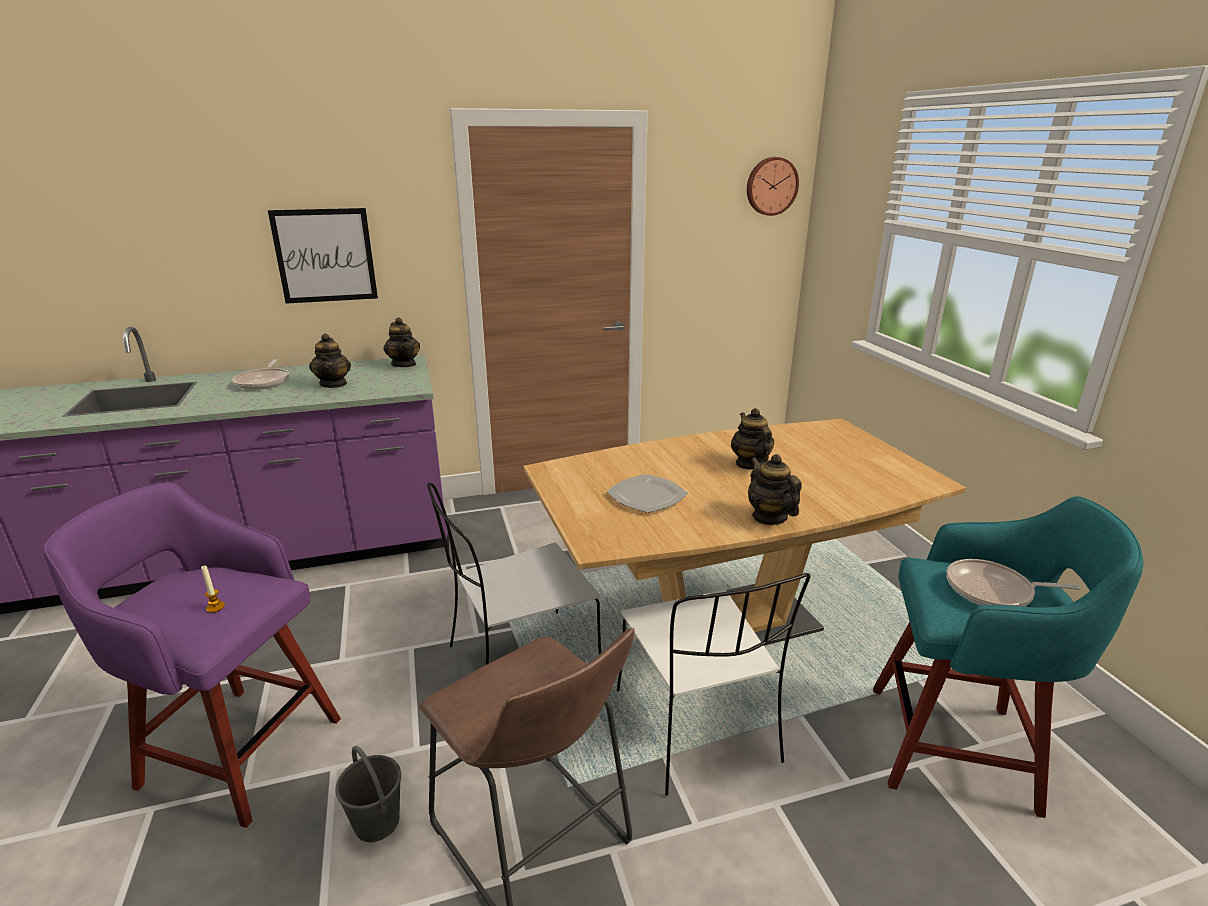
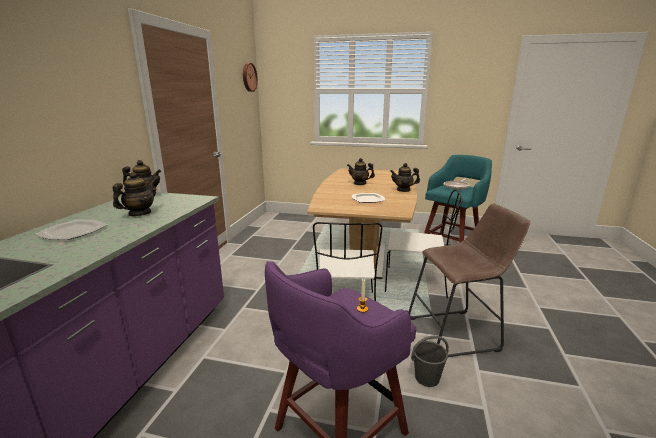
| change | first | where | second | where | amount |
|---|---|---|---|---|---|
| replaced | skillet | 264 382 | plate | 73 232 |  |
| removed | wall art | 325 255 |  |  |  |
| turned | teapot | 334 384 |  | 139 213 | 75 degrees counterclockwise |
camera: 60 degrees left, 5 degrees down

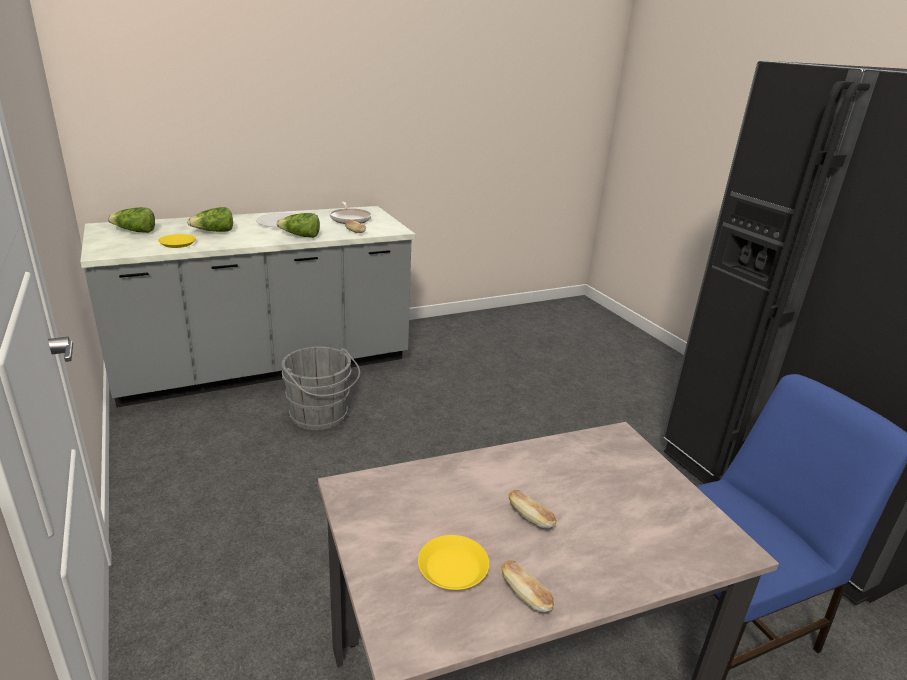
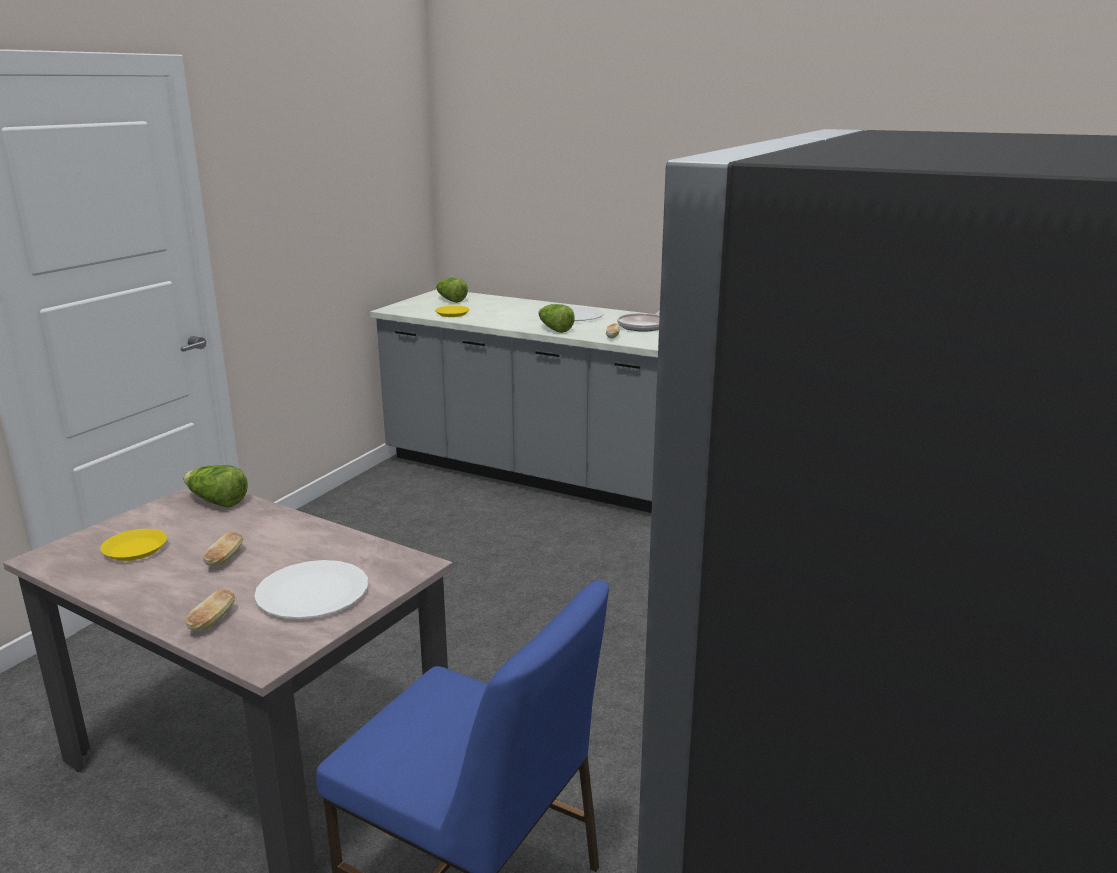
| change | first | where | second | where | amount |
|---|---|---|---|---|---|
| moved | lettuce | 214 232 |  | 217 502 |  |
| removed | greyish bucket | 321 416 |  |  |  |
| moved | bread | 525 595 |  | 212 621 |  |
| added |  |  | white-coloured plate | 312 592 |  |
camera: 55 degrees right, 5 degrees down

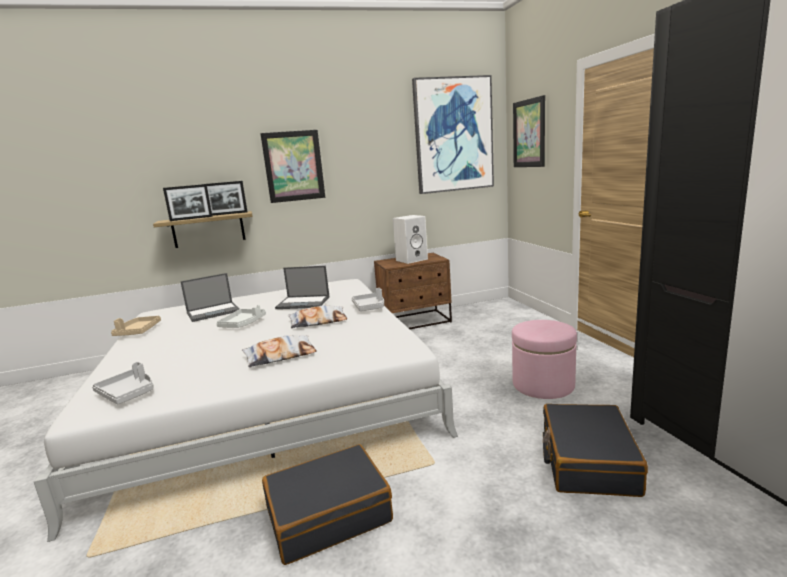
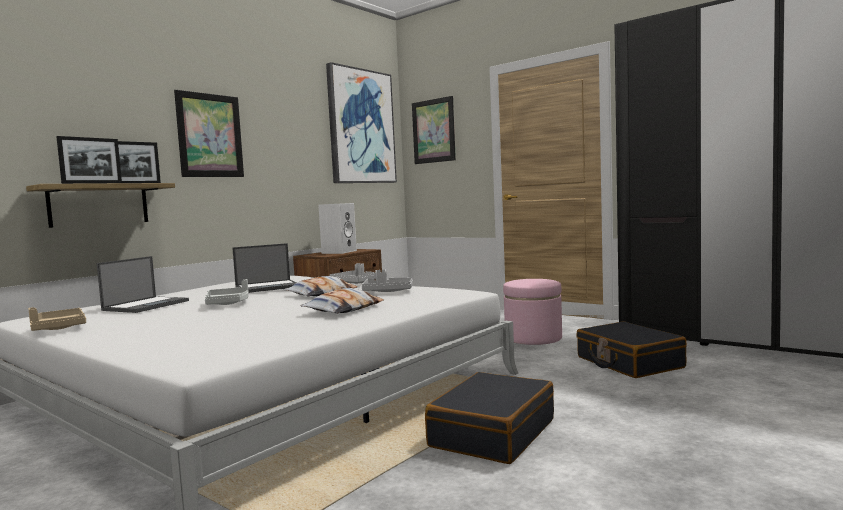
| change | first | where | second | where | amount |
|---|---|---|---|---|---|
| moved | greyish tray | 128 393 |  | 388 291 |  |
camera: 35 degrees left, 10 degrees down

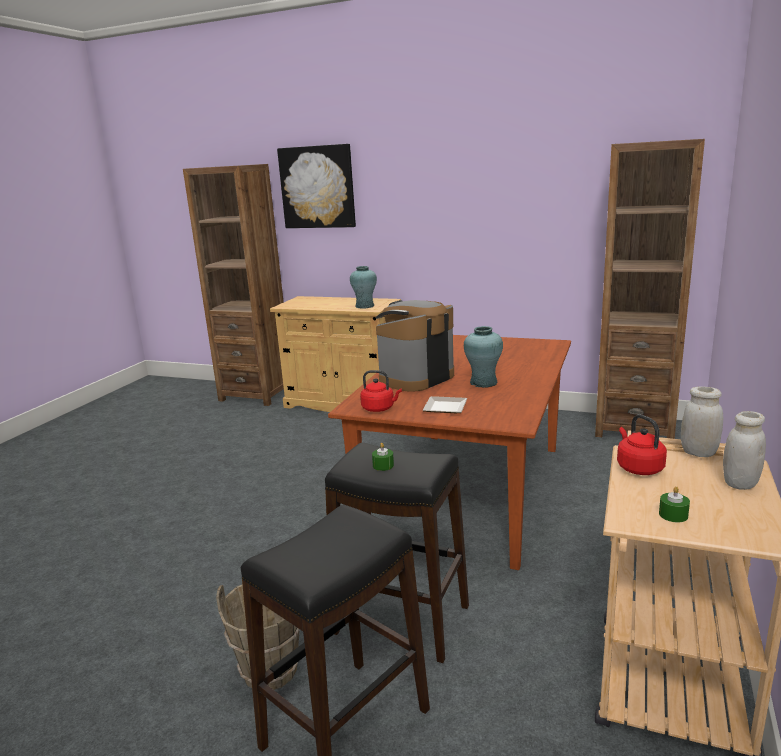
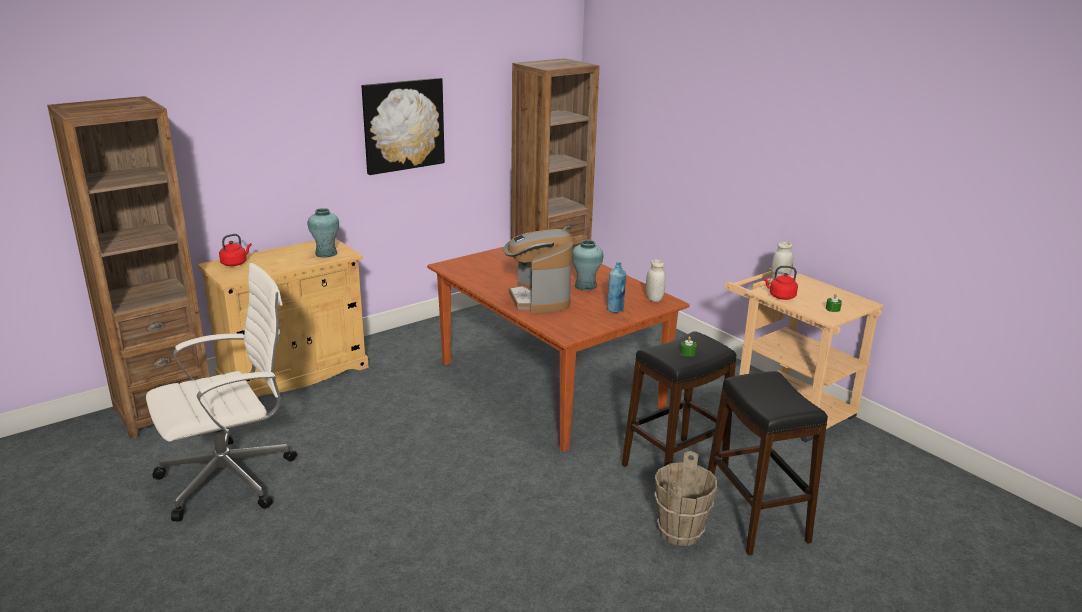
| change | first | where | second | where | amount |
|---|---|---|---|---|---|
| moved | wall art | 317 187 |  | 403 125 |  |
| moved | red-coloured tea kettle | 380 408 |  | 235 263 |  |
| replaced | plate | 446 408 | blue bottle | 615 310 |  |
| moved | white-coloured jar | 740 483 |  | 654 299 |  |
| added |  |  | white-coloured desk chair | 231 478 |  |
camera: 60 degrees left, 5 degrees up

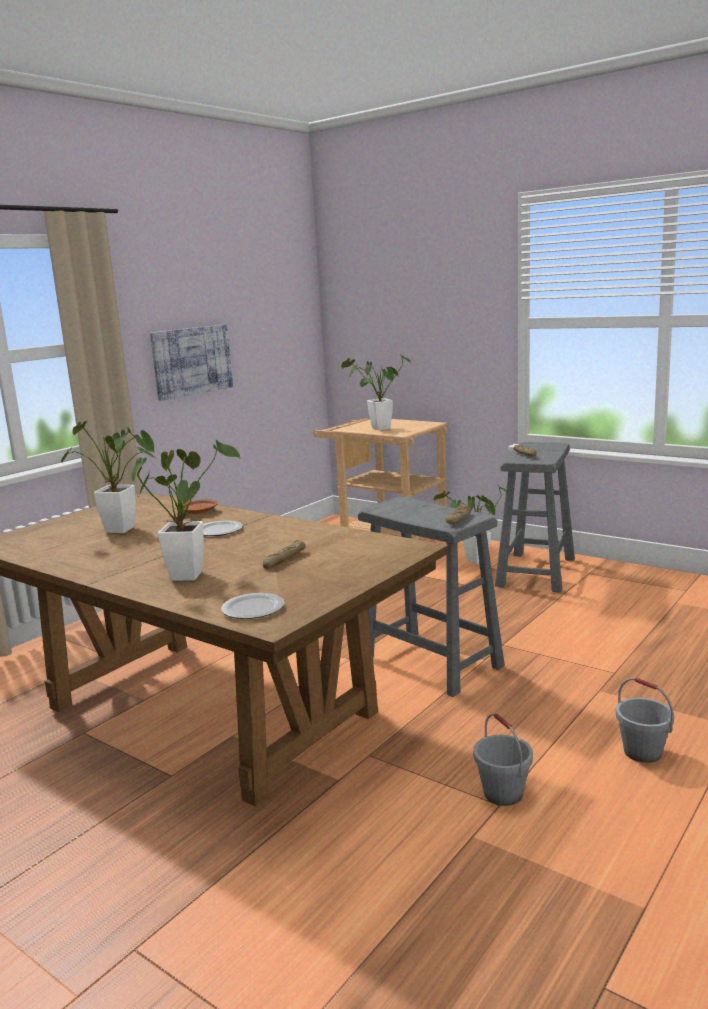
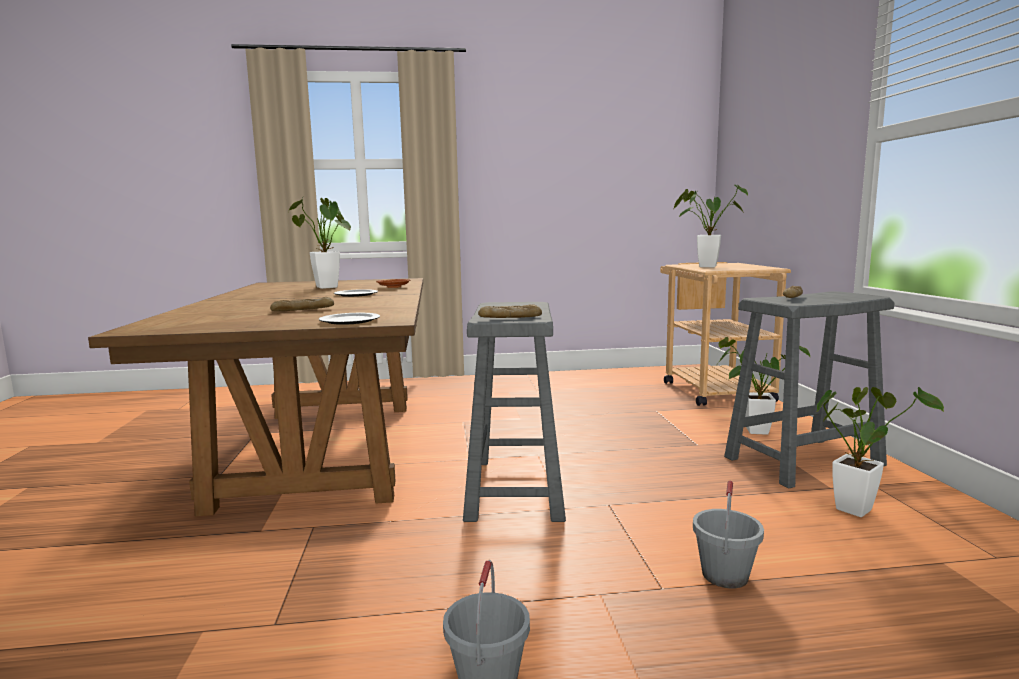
| change | first | where | second | where | amount |
|---|---|---|---|---|---|
| moved | potted plant | 189 573 |  | 857 508 |  |
| removed | wall art | 192 361 |  |  |  |
| moved | plate | 252 609 |  | 349 321 |  |
| moved | greyish bucket | 503 793 |  | 725 576 |  |
camera: 45 degrees right, 5 degrees down

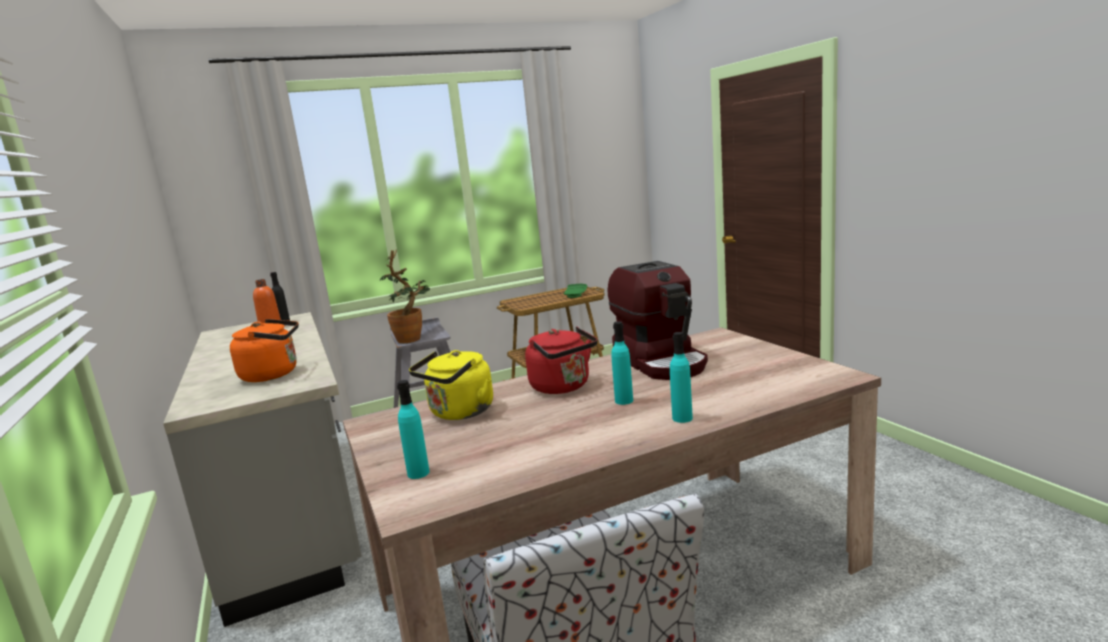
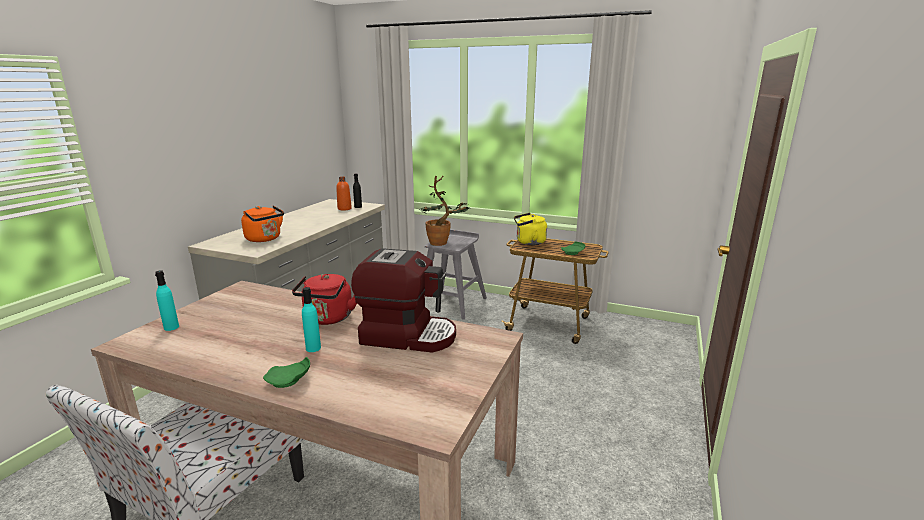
| change | first | where | second | where | amount |
|---|---|---|---|---|---|
| moved | yellow tea kettle | 459 413 |  | 529 242 |  |
| turned | coffee maker | 661 361 |  | 408 335 | 105 degrees counterclockwise |
| replaced | blue-green bottle | 682 418 | green-coloured plate | 289 381 |  |
camera: 45 degrees right, 5 degrees up

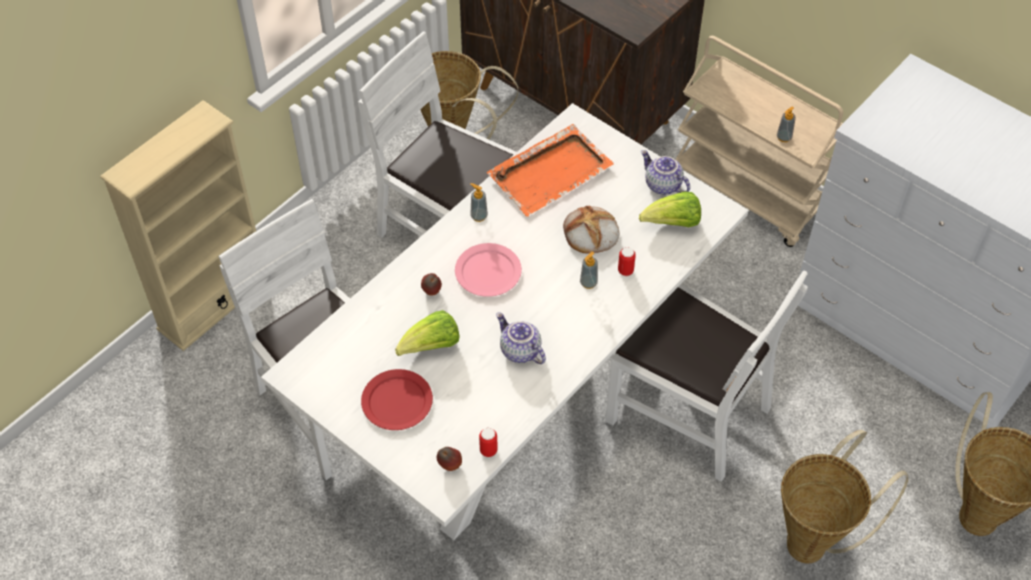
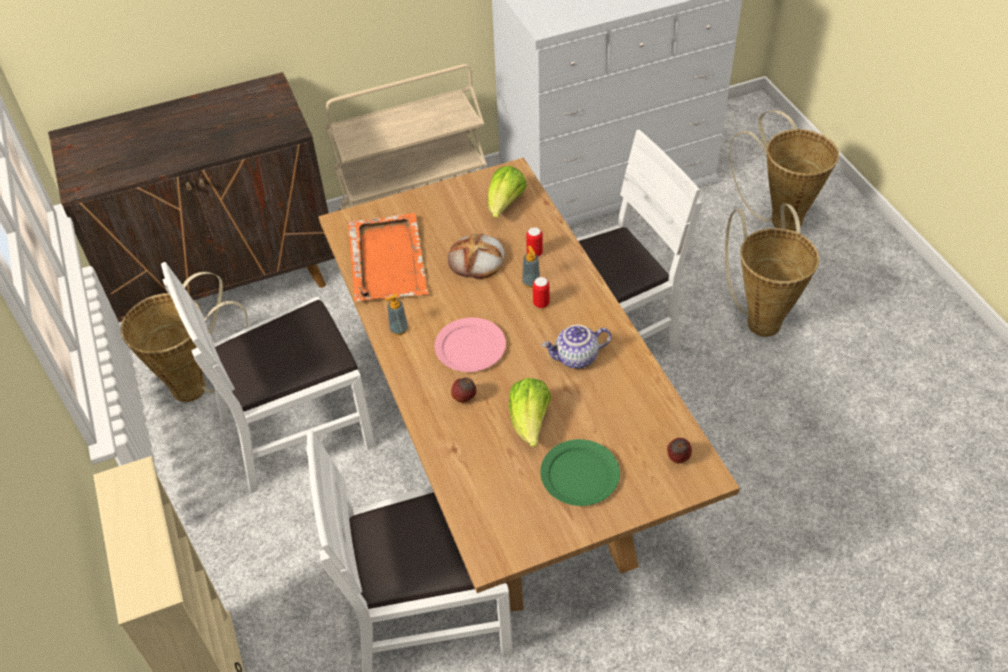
| change | first | where | second | where | amount |
|---|---|---|---|---|---|
| recoloured | white-coloured dining table | 517 395 | brown dining table | 512 454 |  |
| recoloured | red-coloured plate | 397 402 | green-coloured plate | 580 475 |  |
| moved | can | 488 450 |  | 541 303 |  |
| removed | teapot | 662 185 |  |  |  |
| removed | liquid soap bottle | 784 137 |  |  |  |
camera: 60 degrees left, 5 degrees down

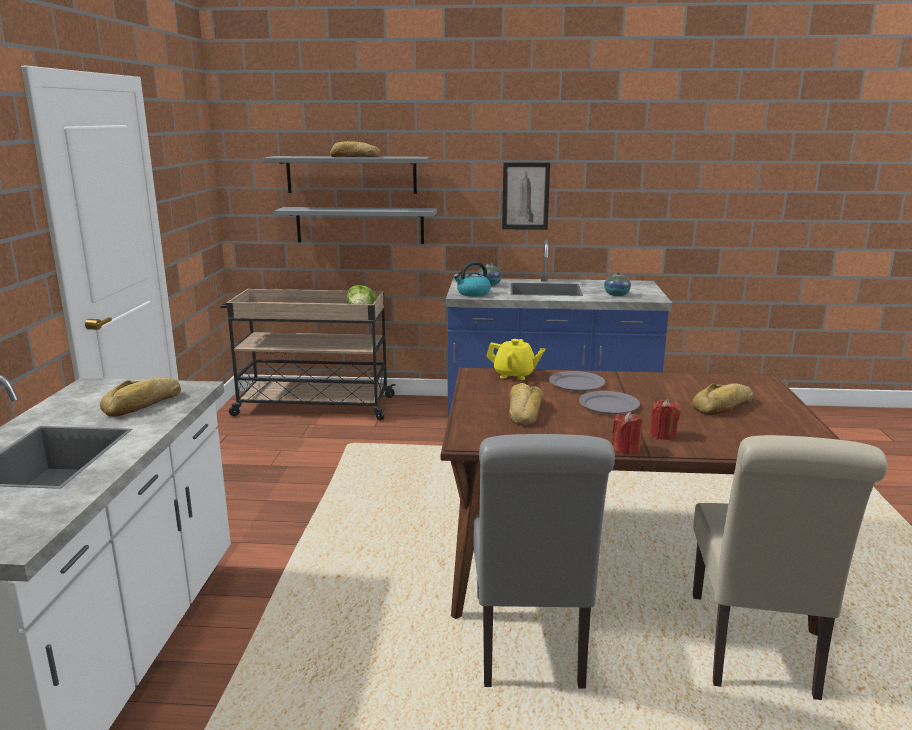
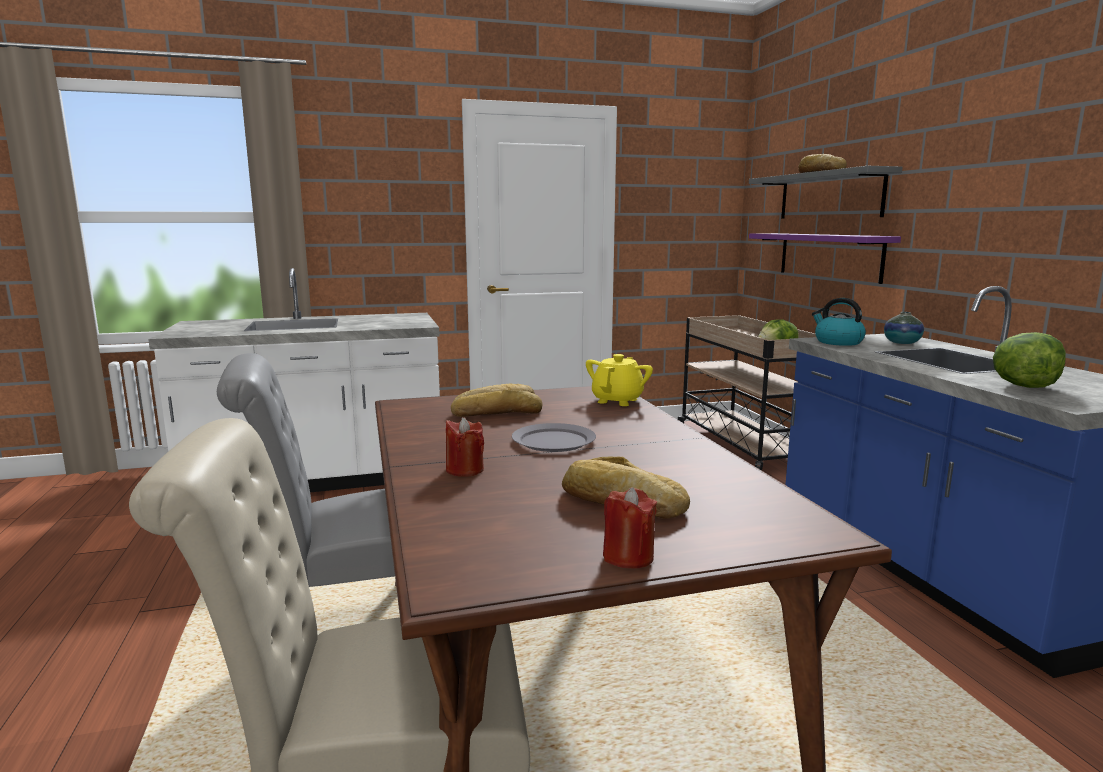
| change | first | where | second | where | amount |
|---|---|---|---|---|---|
| removed | bread | 144 404 |  |  |  |
| recoloured | greyish shelf | 360 225 | purple shelf | 829 256 |  |
| turned | yellow teapot | 514 375 |  | 617 400 | 150 degrees counterclockwise |
| removed | wall art | 525 196 |  |  |  |
| removed | greyish plate | 576 383 |  |  |  |
| replaced | decorative vase | 616 295 | lettuce | 1024 386 |  |
| moved | red-coloured candle | 626 449 |  | 628 557 |  |
camera: 70 degrees right, 5 degrees down

